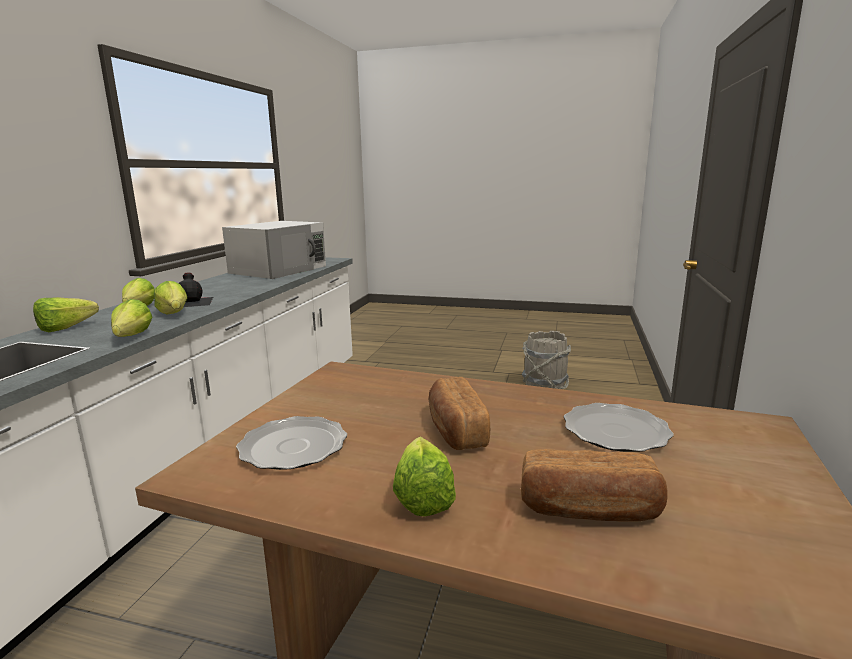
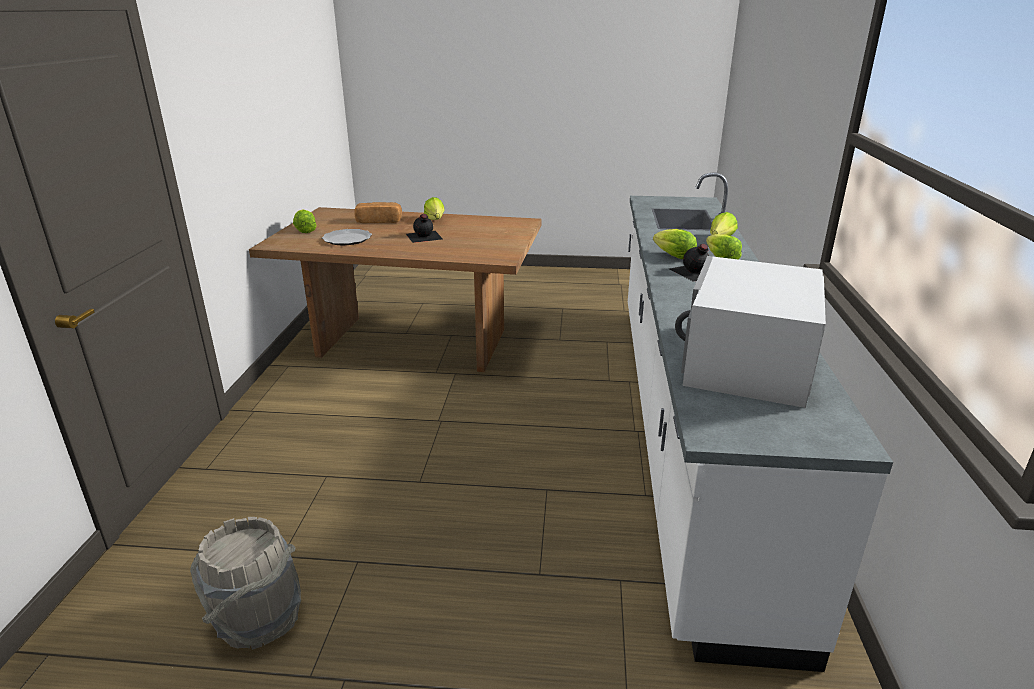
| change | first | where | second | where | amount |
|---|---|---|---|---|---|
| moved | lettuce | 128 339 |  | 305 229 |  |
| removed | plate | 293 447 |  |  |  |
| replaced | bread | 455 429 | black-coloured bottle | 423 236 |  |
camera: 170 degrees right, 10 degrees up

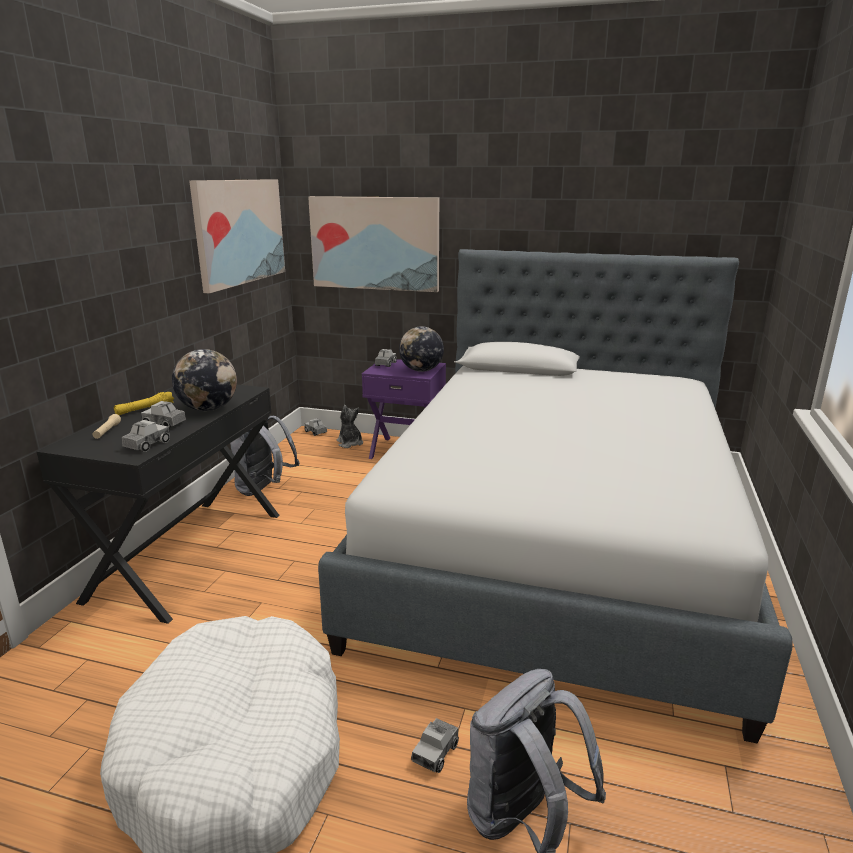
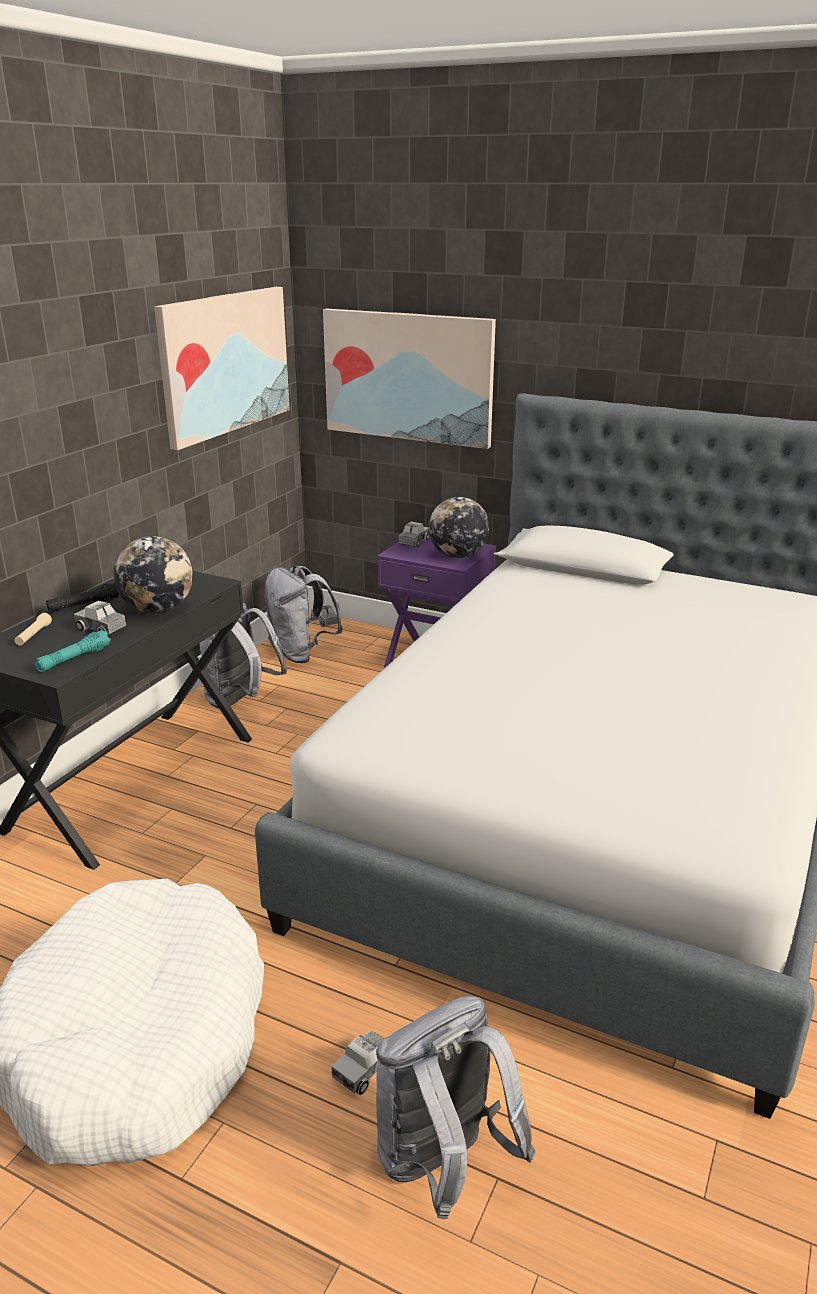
| change | first | where | second | where | amount |
|---|---|---|---|---|---|
| recoloured | yellow torch | 145 409 | black-coloured torch | 84 605 |  |
| replaced | toy truck | 147 445 | blue-green torch | 74 659 |  |
| removed | cuddly toy | 350 443 |  |  |  |
| added |  |  | greyish knapsack | 301 653 |  |
camera: 10 degrees right, 5 degrees up

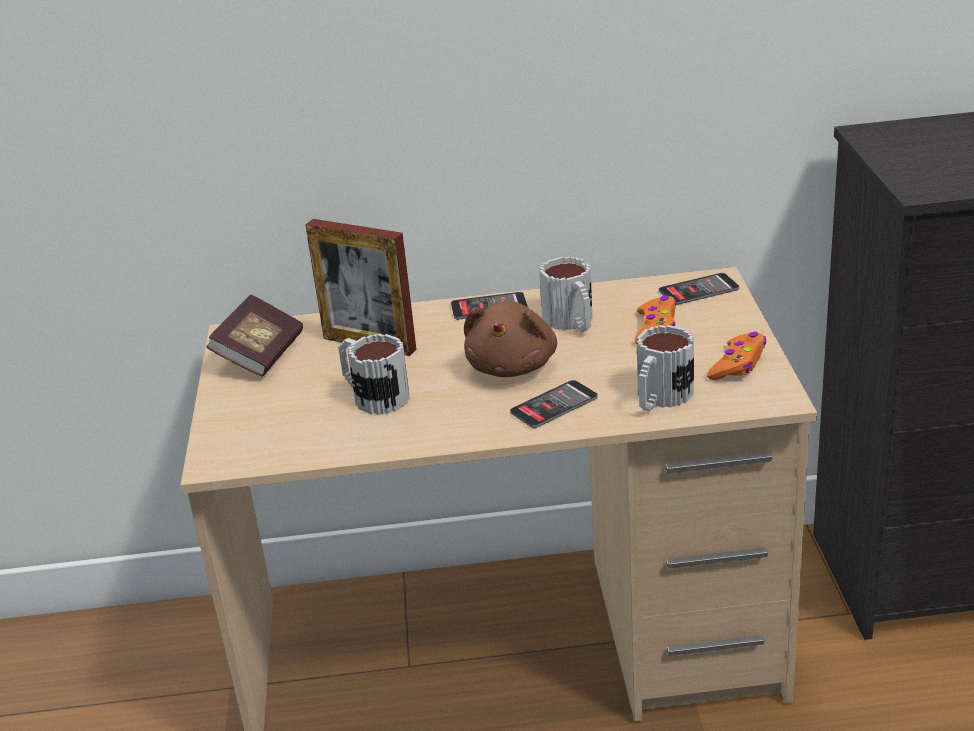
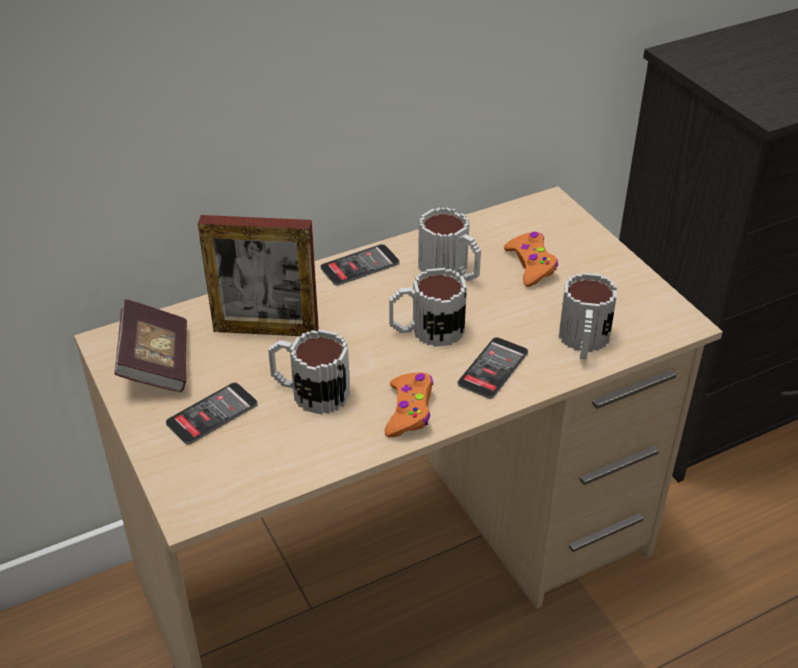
| change | first | where | second | where | amount |
|---|---|---|---|---|---|
| replaced | brown cuddly toy | 513 366 | tea mug | 426 330 |  |
| moved | telephone | 698 290 |  | 212 414 |  |
| moved | orange game controller | 738 365 |  | 409 411 |  |
camera: 25 degrees left, 10 degrees up

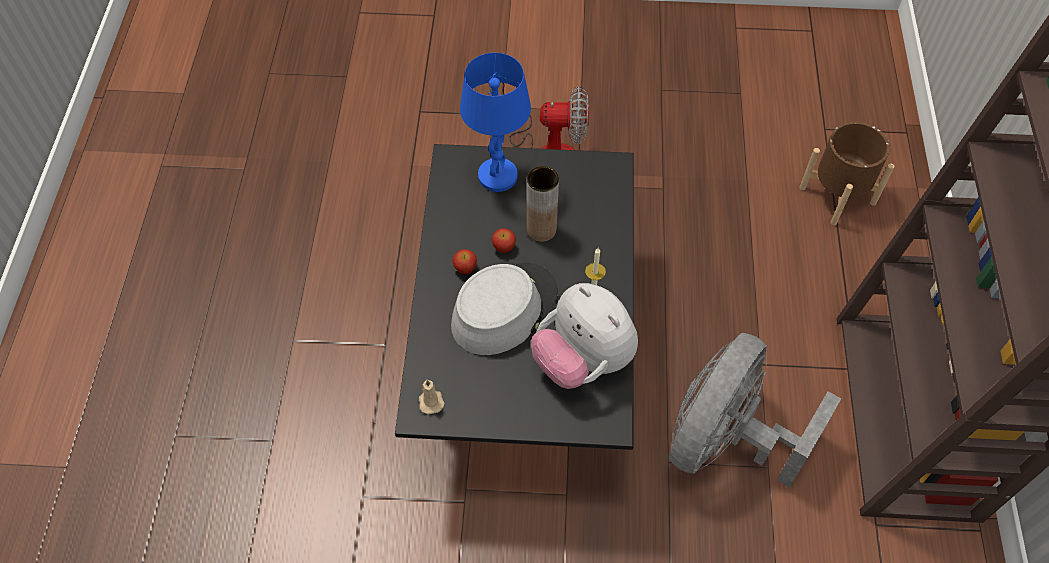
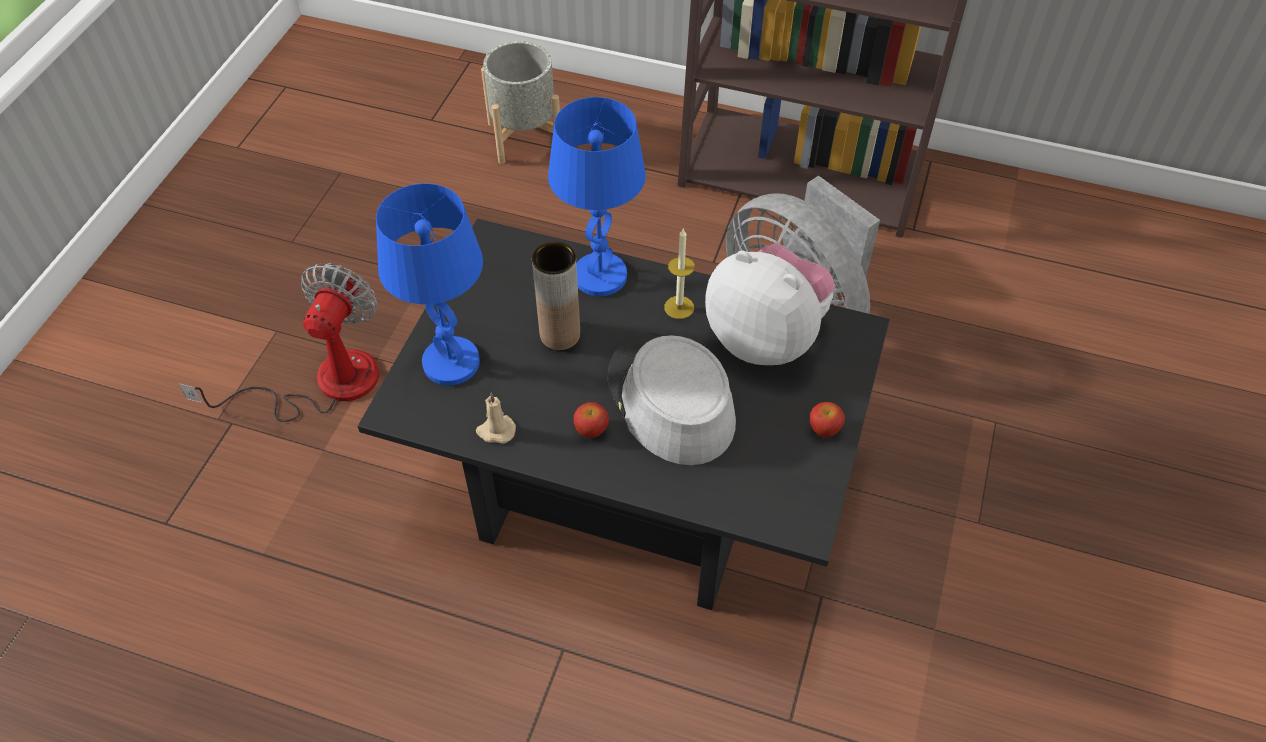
| change | first | where | second | where | amount |
|---|---|---|---|---|---|
| moved | beige candle | 430 401 |  | 495 431 |  |
| moved | whole apple | 504 247 |  | 824 429 |  |
| turned | cuddly toy | 582 360 |  | 766 337 | 120 degrees counterclockwise |
| recoloured | brown flower pot | 837 195 | greyish flower pot | 524 137 |  |
| added |  |  | blue table lamp | 600 276 |  |
camera: 75 degrees left, 5 degrees down

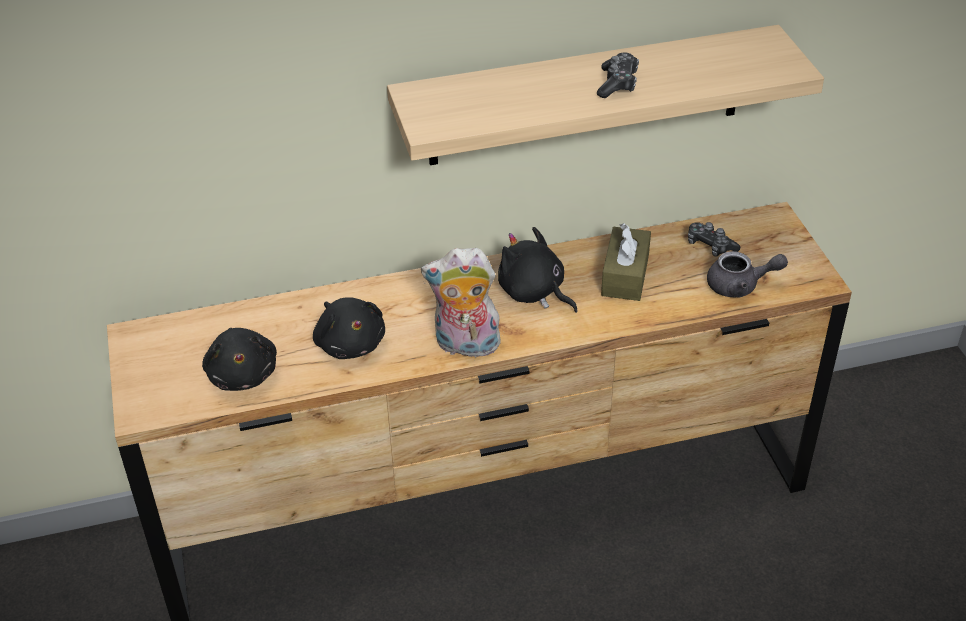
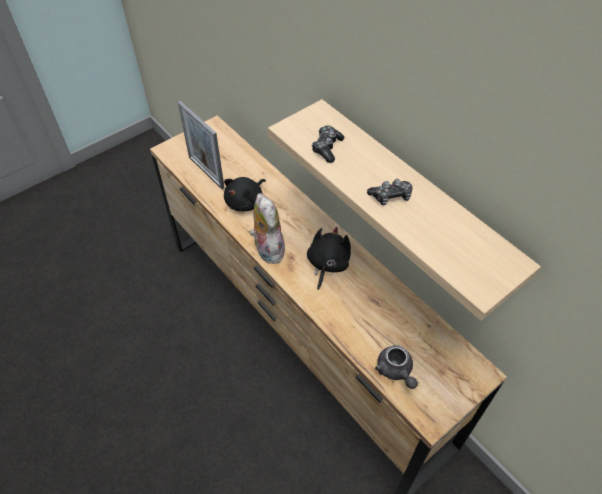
| change | first | where | second | where | amount |
|---|---|---|---|---|---|
| replaced | black-coloured cuddly toy | 243 374 | standing frame | 206 172 |  |
| removed | brown tissue holder | 625 275 |  |  |  |
| moved | game controller | 710 246 |  | 327 148 |  |
camera: 65 degrees right, 10 degrees up

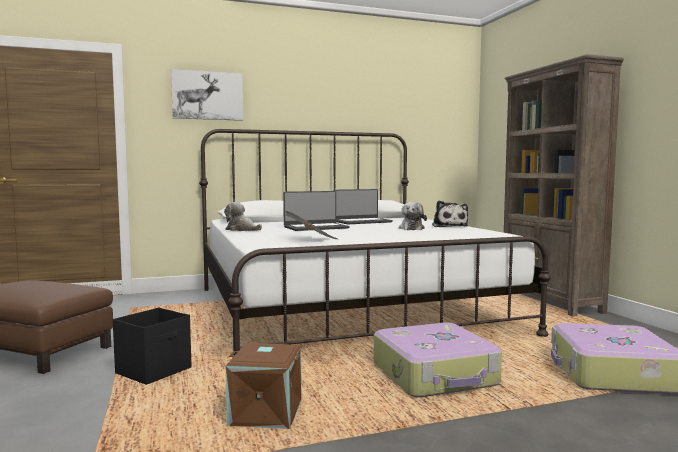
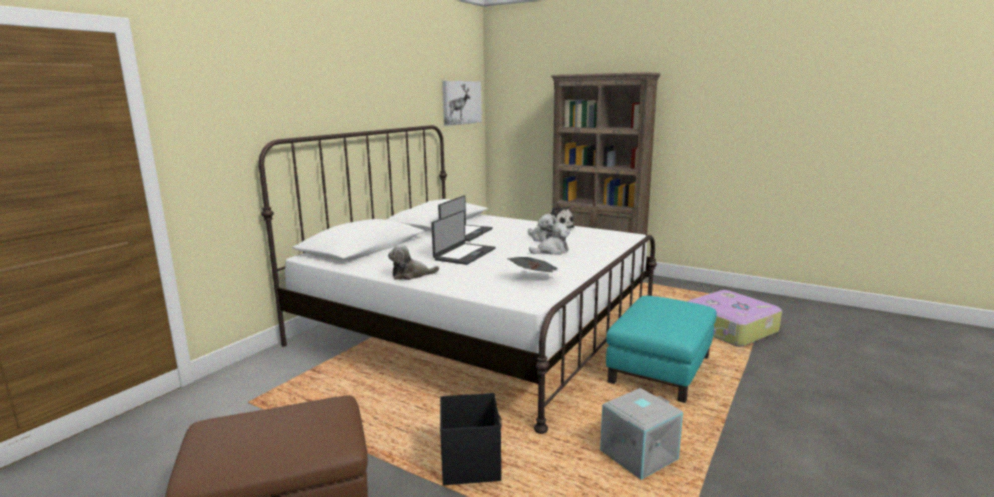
| change | first | where | second | where | amount |
|---|---|---|---|---|---|
| moved | wall art | 207 95 |  | 461 102 |  |
| recoloured | brown storage container | 267 413 | greyish storage container | 638 455 |  |
| replaced | piece of luggage | 435 375 | blue-green ottoman | 659 369 |  |
| added |  |  | cuddly toy | 552 251 |  |
camera: 40 degrees left, 10 degrees up

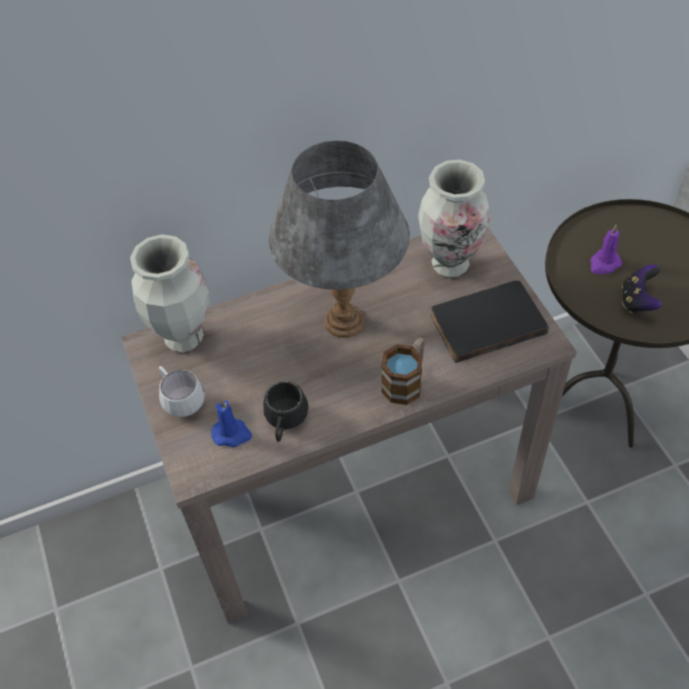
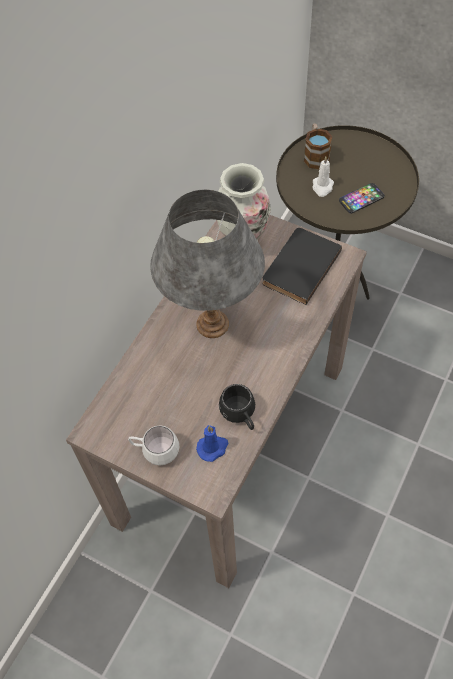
| change | first | where | second | where | amount |
|---|---|---|---|---|---|
| removed | decorative vase | 183 338 |  |  |  |
| moved | tea mug | 406 381 |  | 315 155 |  |
| recoloured | purple candle | 604 264 | white-coloured candle | 322 187 |  |
| replaced | game controller | 637 301 | telephone | 361 199 |  |
camera: 40 degrees left, 5 degrees up

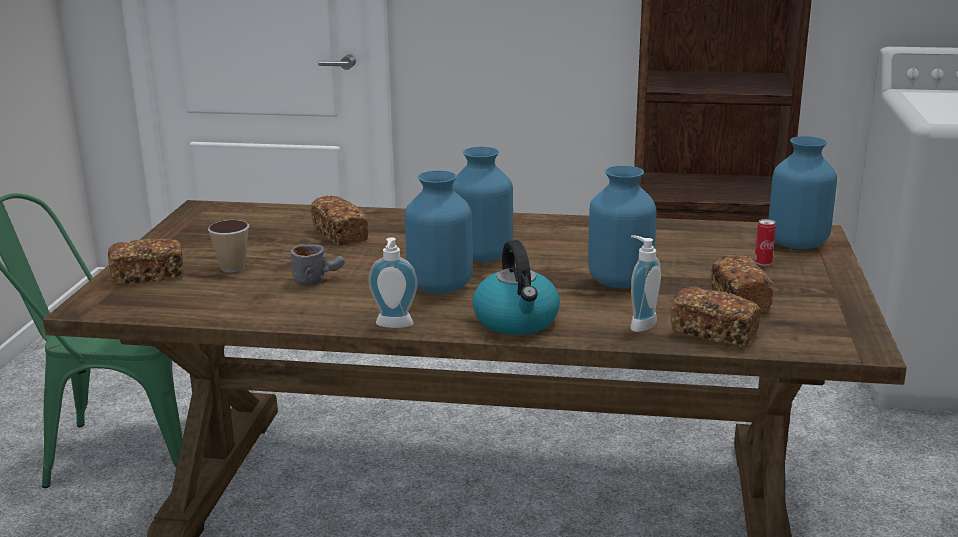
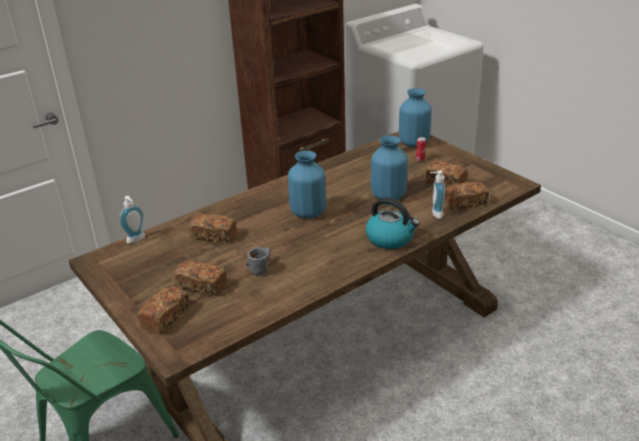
| change | first | where | second | where | amount |
|---|---|---|---|---|---|
| replaced | cup | 232 267 | bread | 202 286 |  |
| moved | liquid soap bottle | 394 326 |  | 137 240 |  |
| removed | blue decorative vase | 441 287 |  |  |  |
camera: 45 degrees left, 10 degrees up

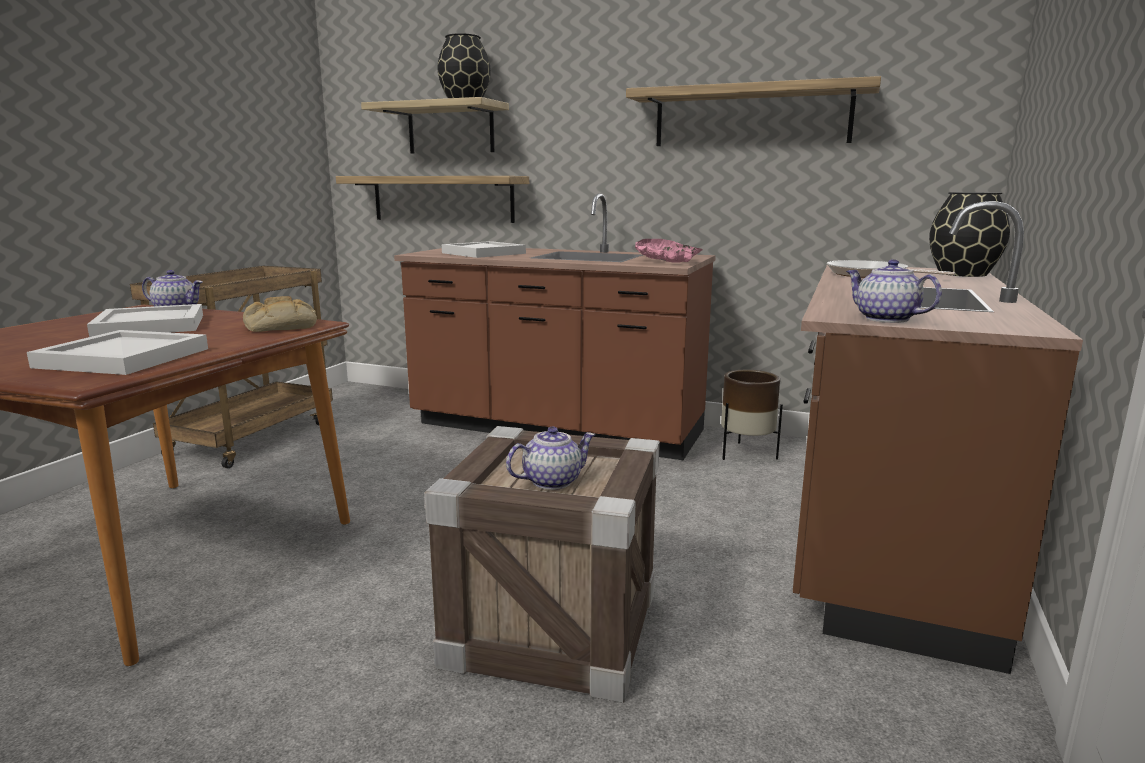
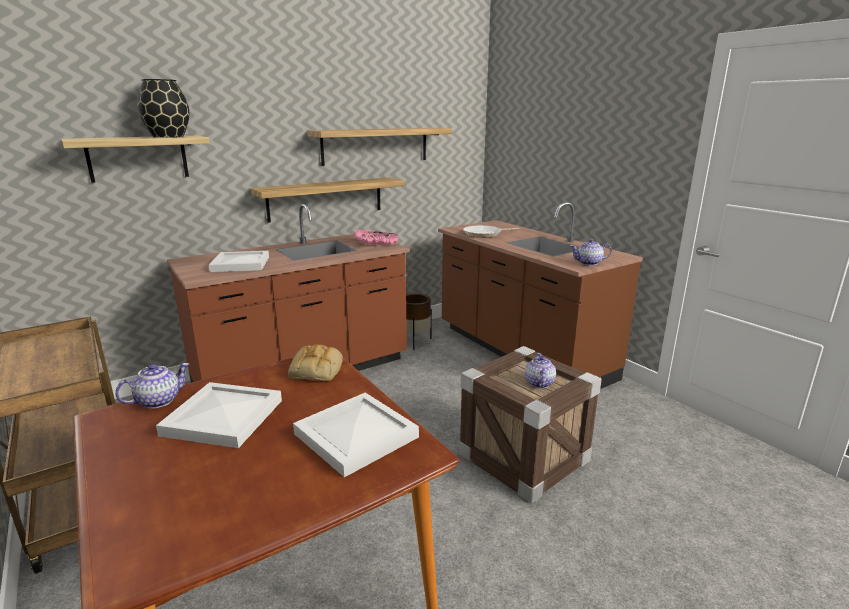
| change | first | where | second | where | amount |
|---|---|---|---|---|---|
| moved | shelf | 442 198 |  | 326 199 |  |
| removed | black-coloured decorative vase | 961 274 |  |  |  |
camera: 55 degrees left, 5 degrees up

